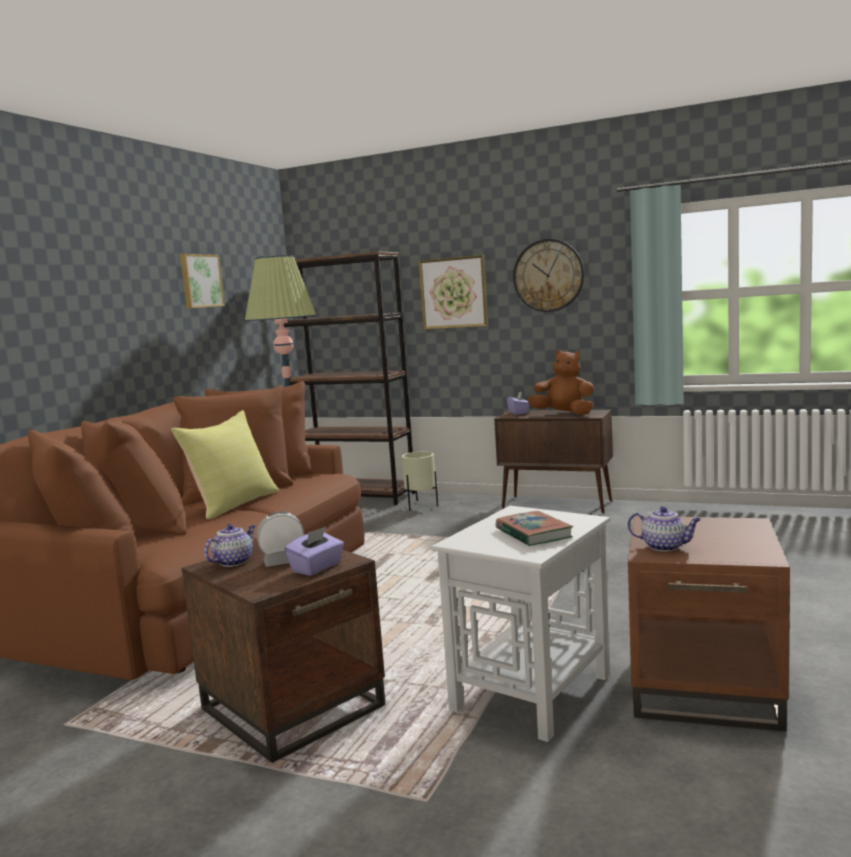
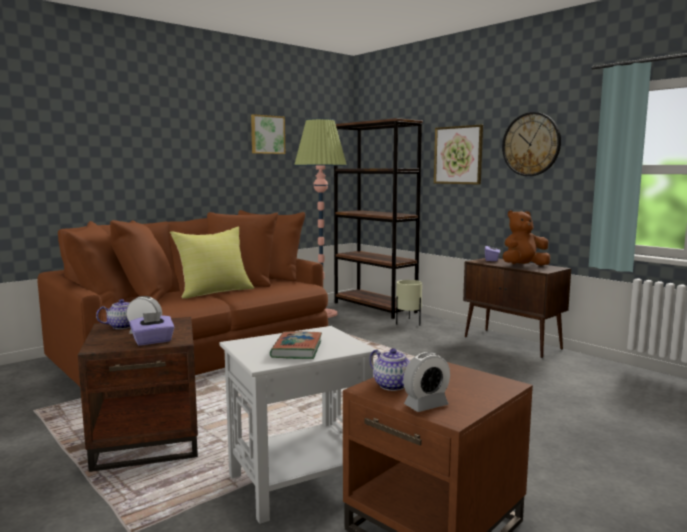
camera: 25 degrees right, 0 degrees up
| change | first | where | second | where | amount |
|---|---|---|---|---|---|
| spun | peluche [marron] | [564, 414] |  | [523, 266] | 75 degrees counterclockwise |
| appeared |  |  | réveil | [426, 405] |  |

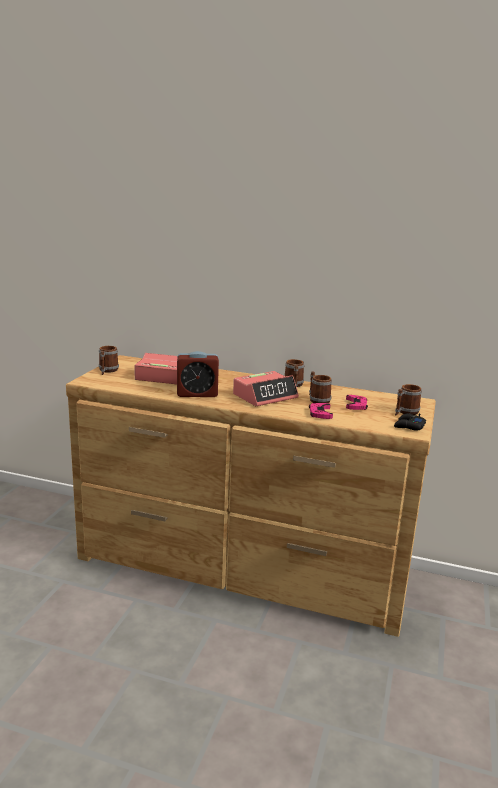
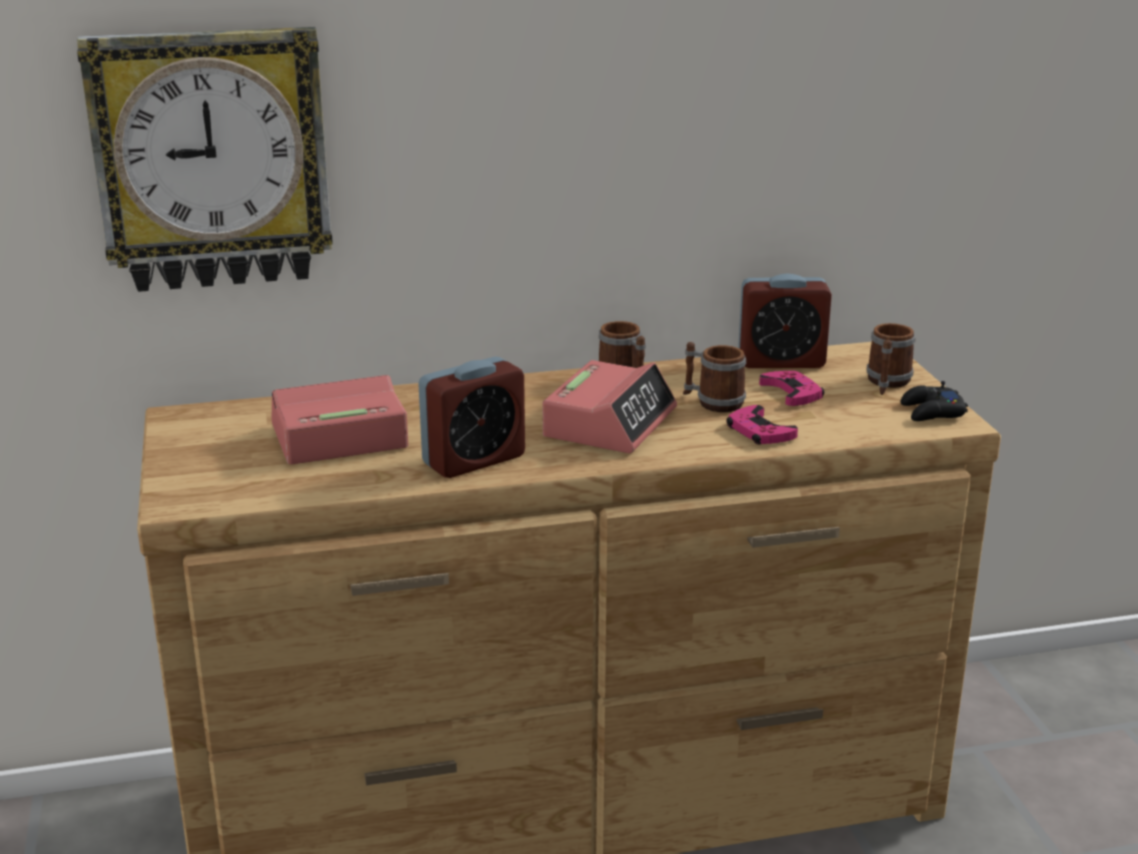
camera: 30 degrees left, 5 degrees up
| change | first | where | second | where | amount |
|---|---|---|---|---|---|
| missing | mug | [107, 371] |  |  |  |
| appeared |  |  | horloge murale | [212, 159] |  |
| appeared |  |  | réveil | [781, 361] |  |

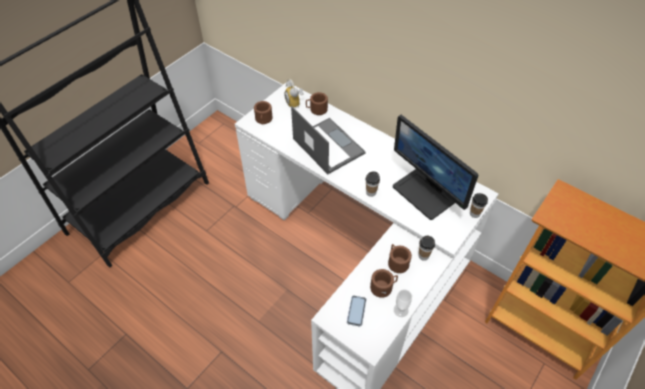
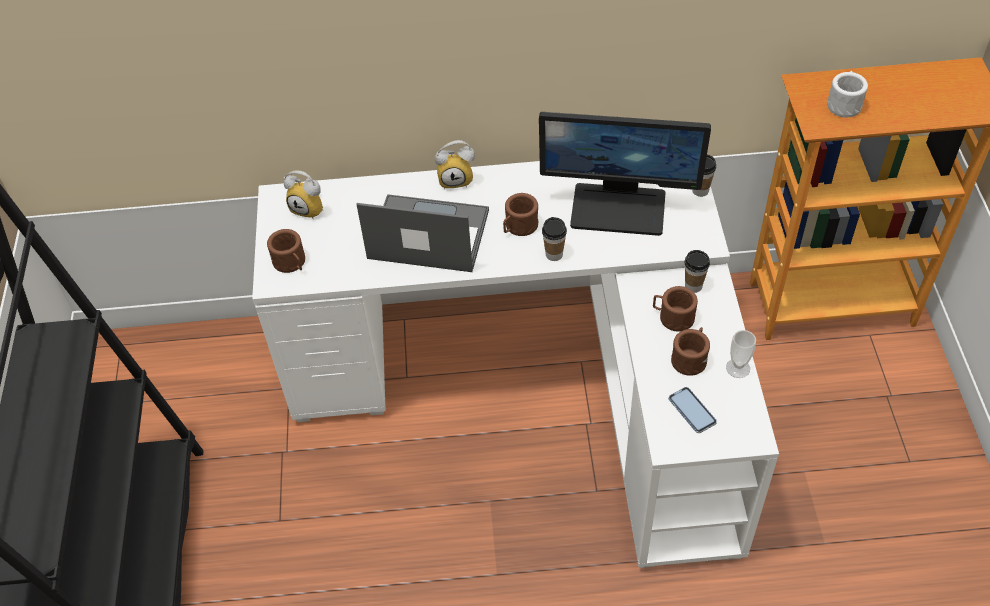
camera: 40 degrees left, 0 degrees up
| change | first | where | second | where | amount |
|---|---|---|---|---|---|
| relocated | mug [marron] | [316, 109] |  | [519, 227] |  |
| appeared |  |  | mug [blanc] | [844, 103] |  |
| appeared |  |  | réveil | [456, 179] |  |

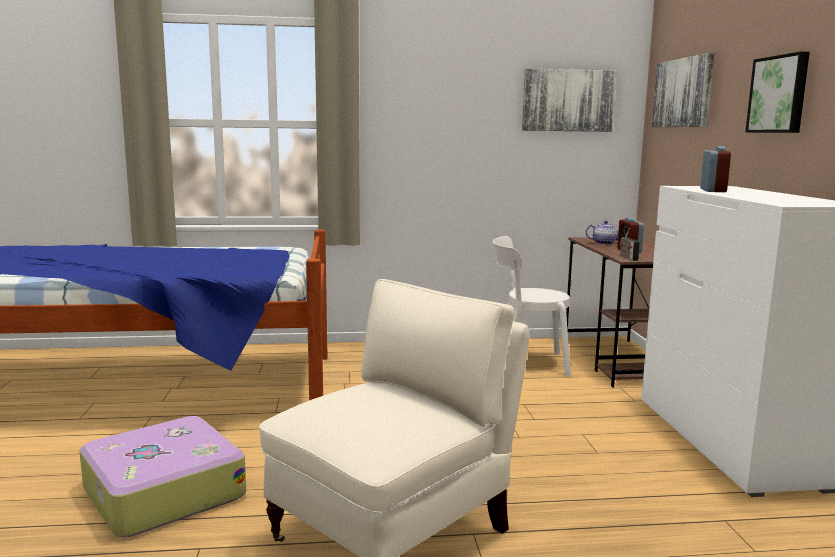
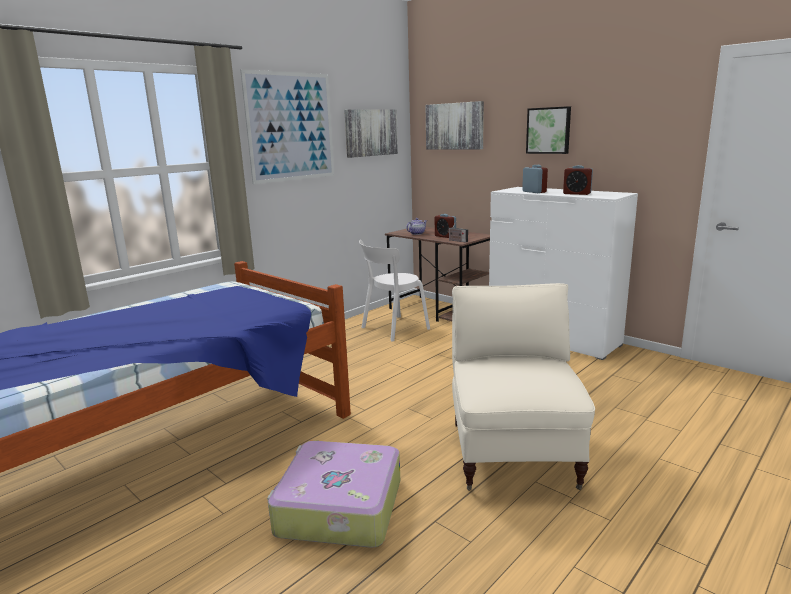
camera: 40 degrees left, 5 degrees up
| change | first | where | second | where | amount |
|---|---|---|---|---|---|
| appeared |  |  | tableau | [291, 127] |  |
| appeared |  |  | réveil | [577, 193] |  |

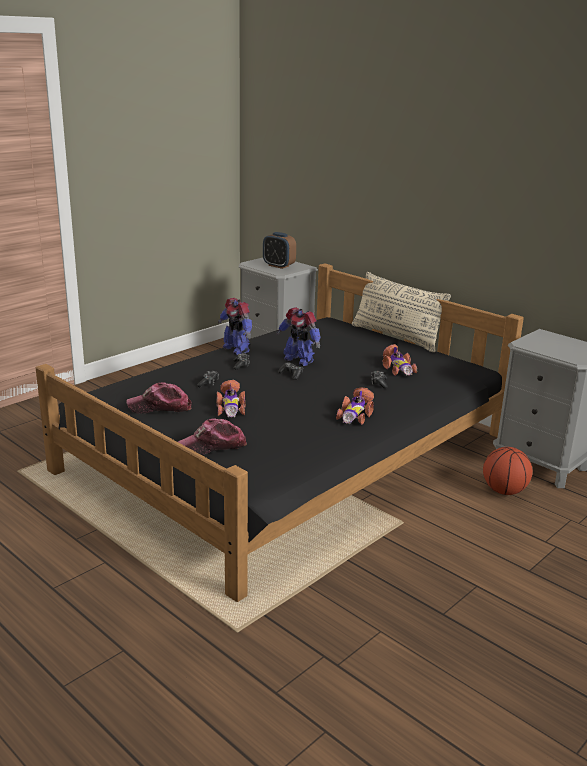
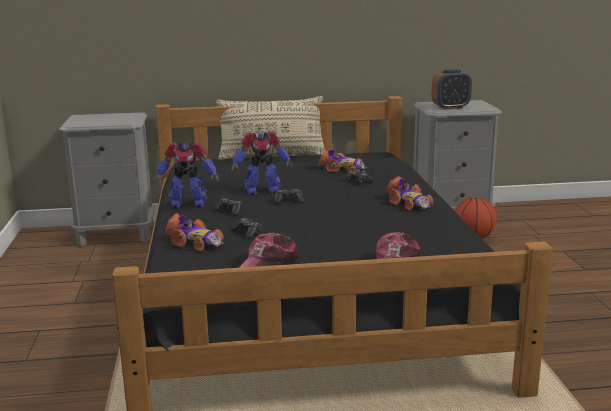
camera: 50 degrees left, 5 degrees down
| change | first | where | second | where | amount |
|---|---|---|---|---|---|
| relocated | réveil | [278, 266] |  | [450, 107] |  |
| relocated | petite voiture | [231, 407] |  | [194, 242] |  |

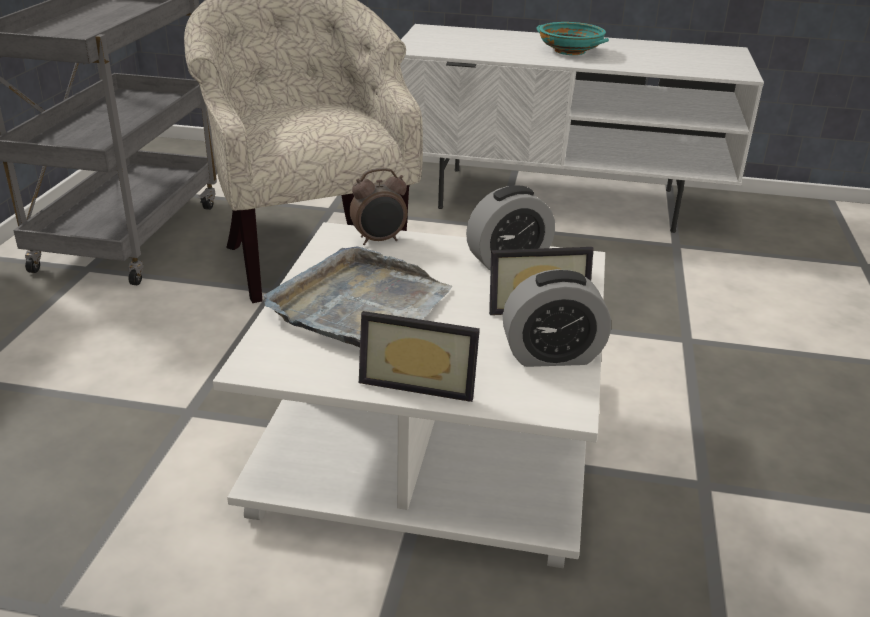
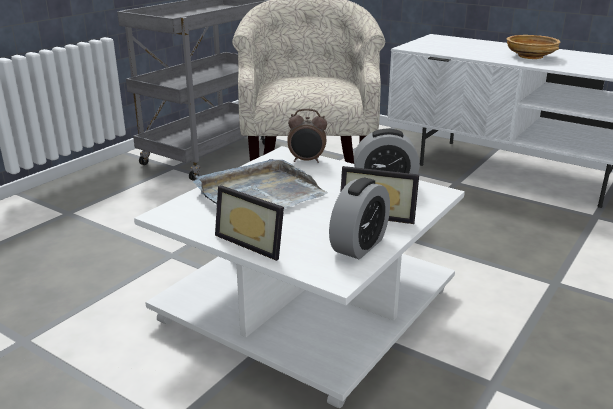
camera: 25 degrees right, 5 degrees down
| change | first | where | second | where | amount |
|---|---|---|---|---|---|
| colour | bol [turquoise] | [570, 51] | bol [beige] | [531, 56] |  |
| spun | réveil | [552, 355] |  | [359, 245] | 75 degrees counterclockwise |

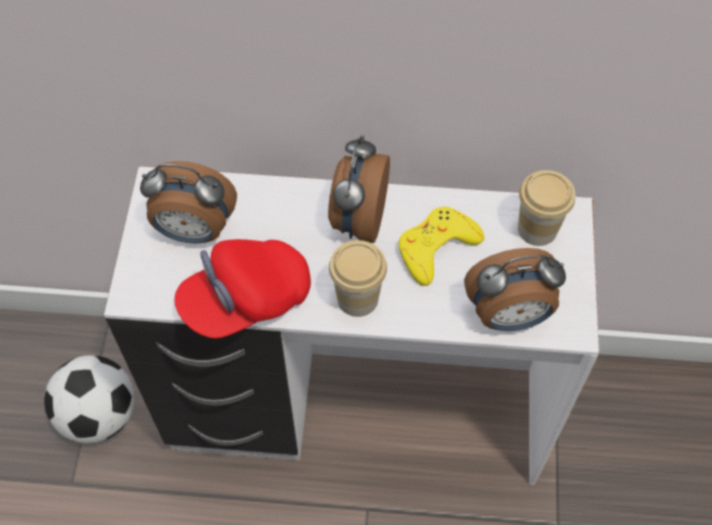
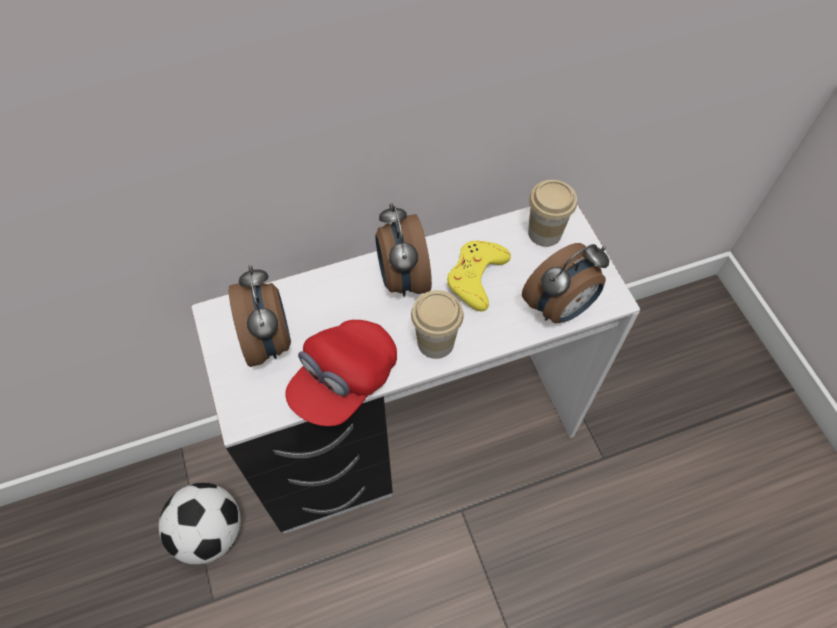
camera: 25 degrees left, 0 degrees up
| change | first | where | second | where | amount |
|---|---|---|---|---|---|
| spun | réveil | [194, 230] |  | [269, 340] | 90 degrees counterclockwise |

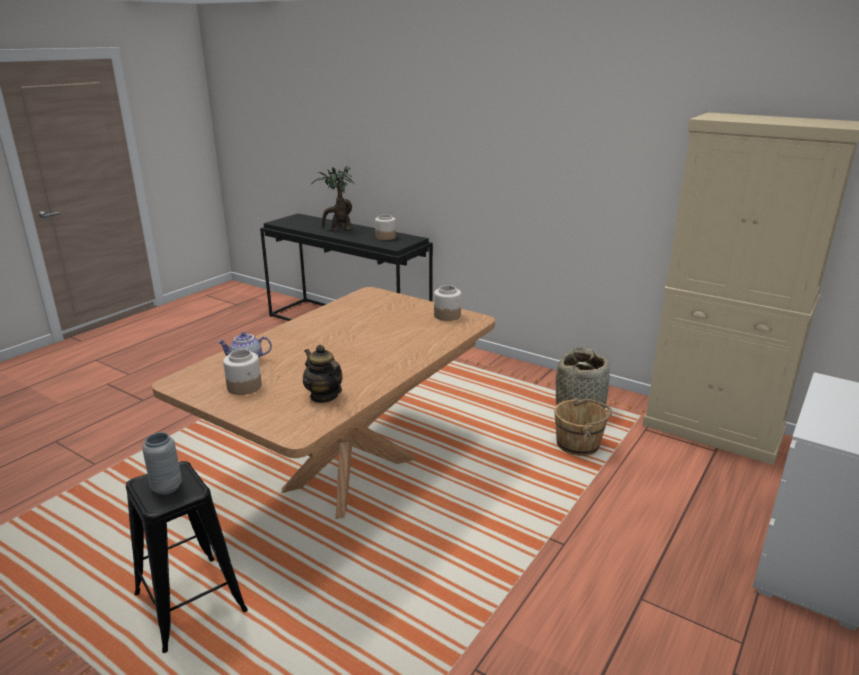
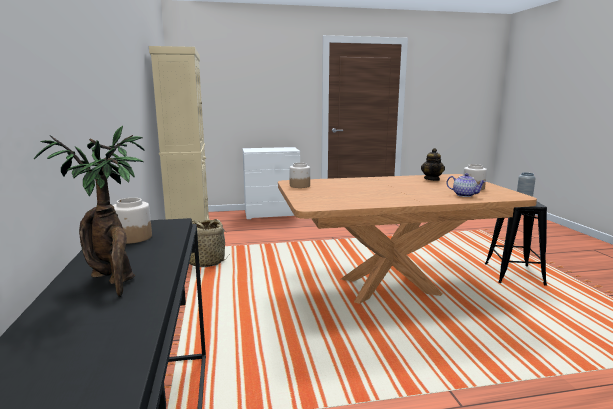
camera: 135 degrees left, 10 degrees down
| change | first | where | second | where | amount |
|---|---|---|---|---|---|
| missing | seau [marron] | [578, 444] |  |  |  |

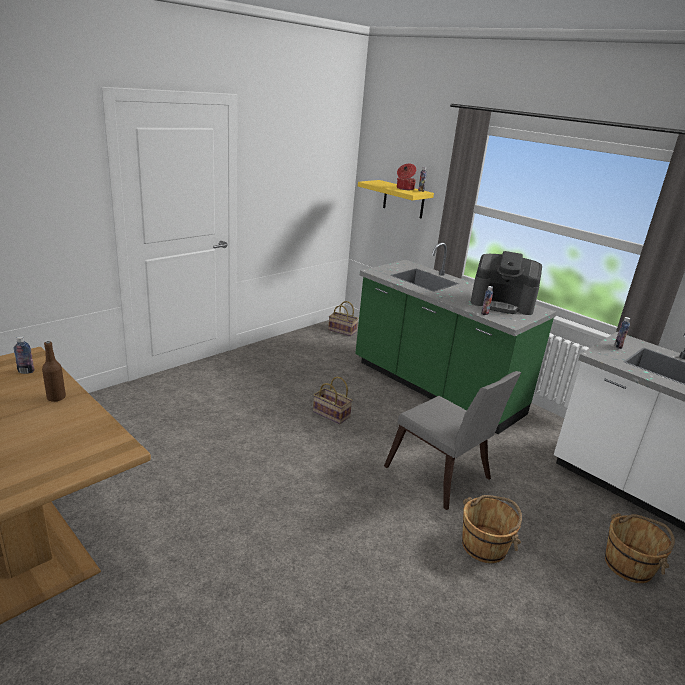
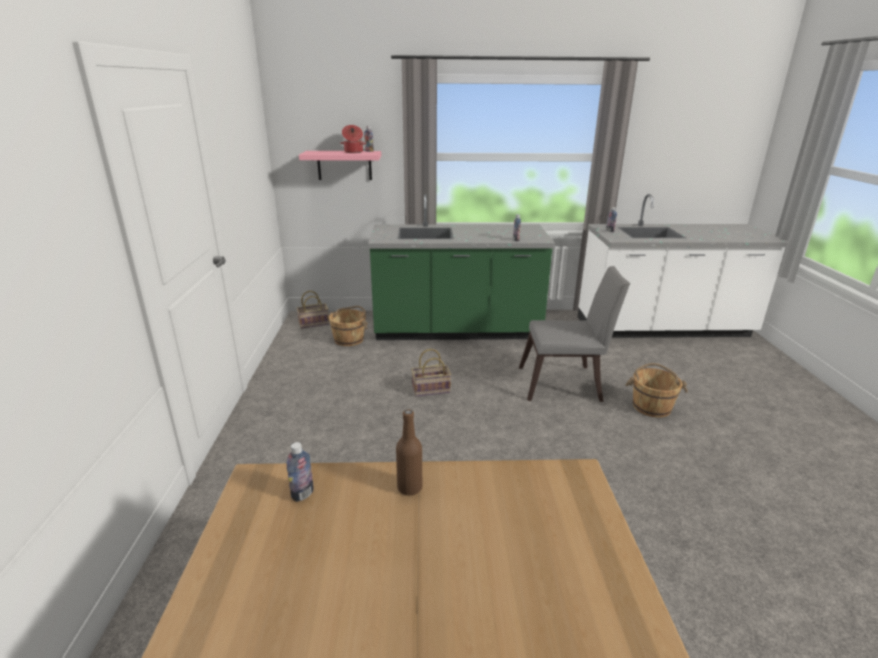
camera: 45 degrees left, 0 degrees up
| change | first | where | second | where | amount |
|---|---|---|---|---|---|
| colour | étagère [jaune] | [403, 199] | étagère [rose] | [344, 165] |  |
| missing | machine à café | [502, 304] |  |  |  |
| relocated | seau [marron] | [629, 565] |  | [349, 339] |  |

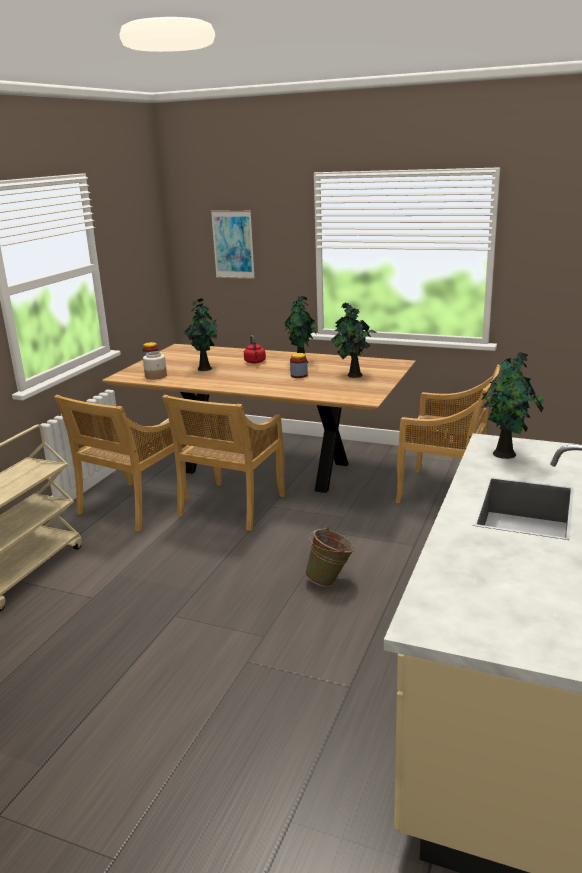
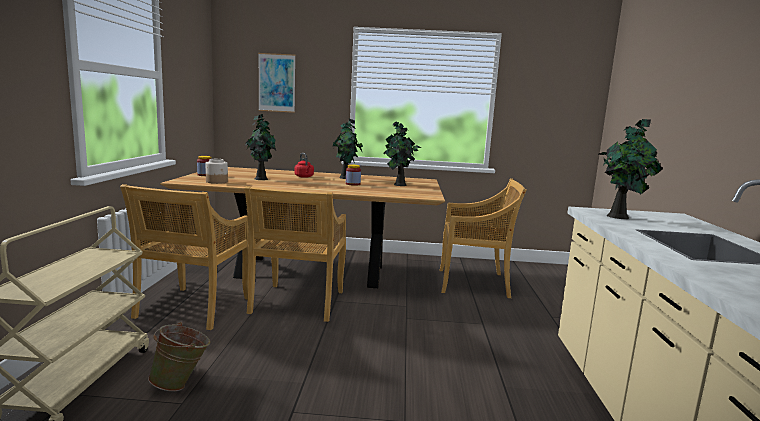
camera: 20 degrees left, 10 degrees down
| change | first | where | second | where | amount |
|---|---|---|---|---|---|
| relocated | seau [vert] | [330, 581] |  | [181, 384] |  |

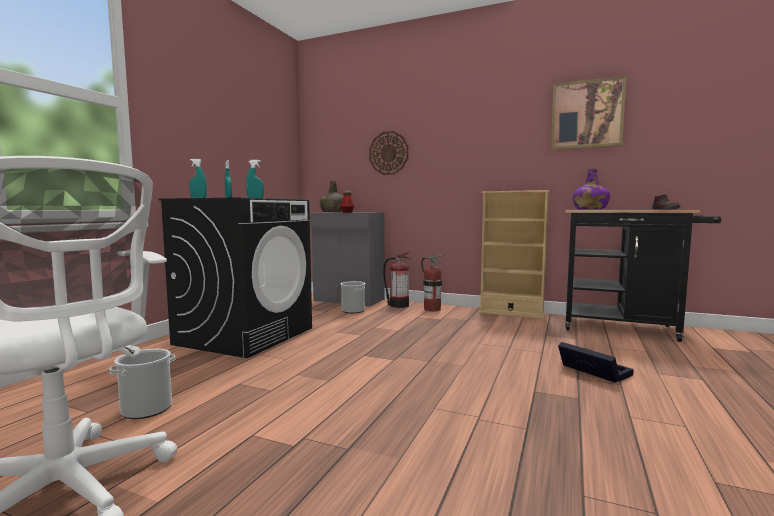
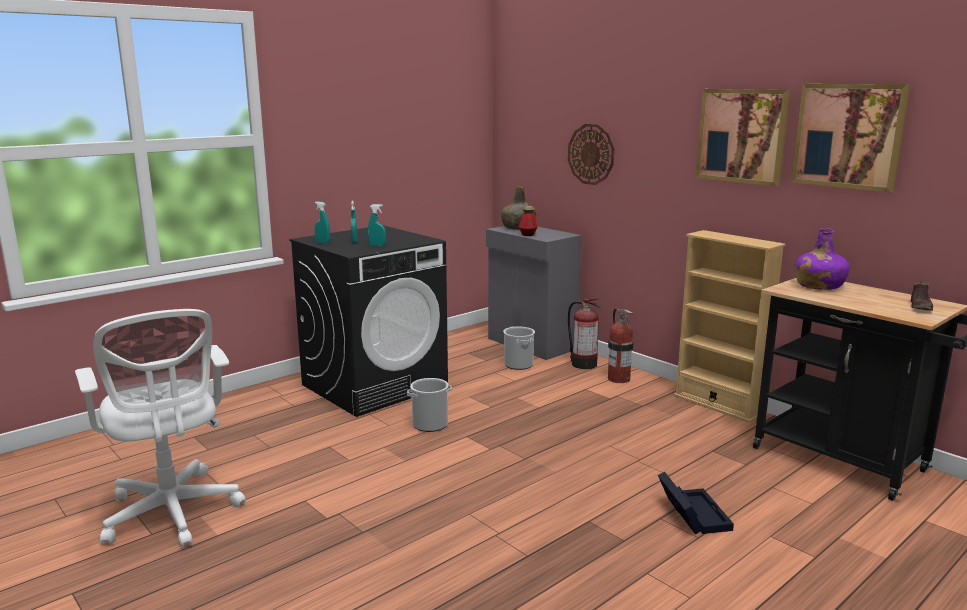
camera: 25 degrees right, 10 degrees up
| change | first | where | second | where | amount |
|---|---|---|---|---|---|
| relocated | seau | [147, 409] |  | [430, 424] |  |
| appeared |  |  | tableau | [742, 136] |  |

